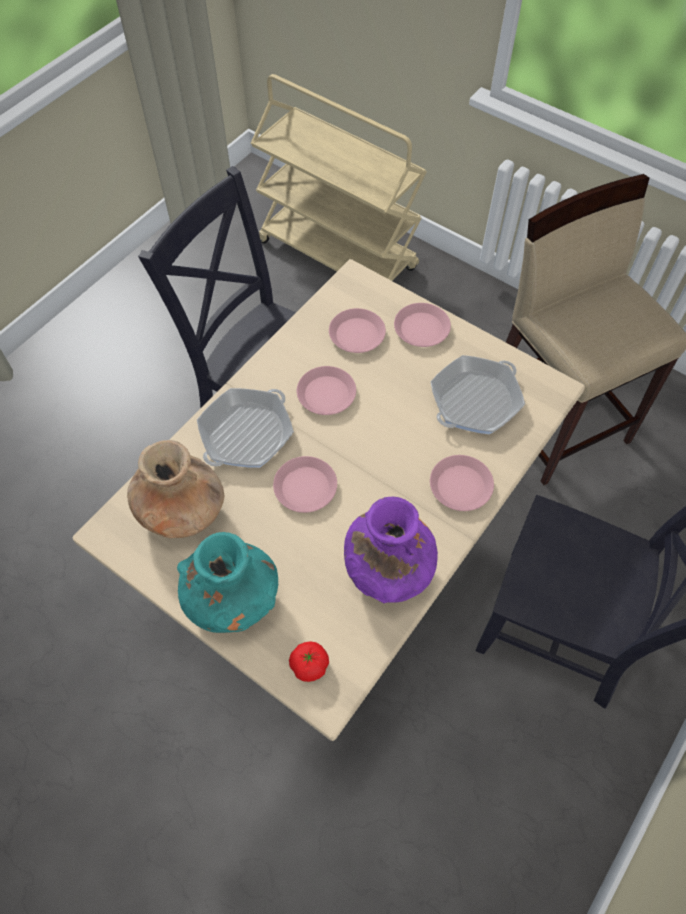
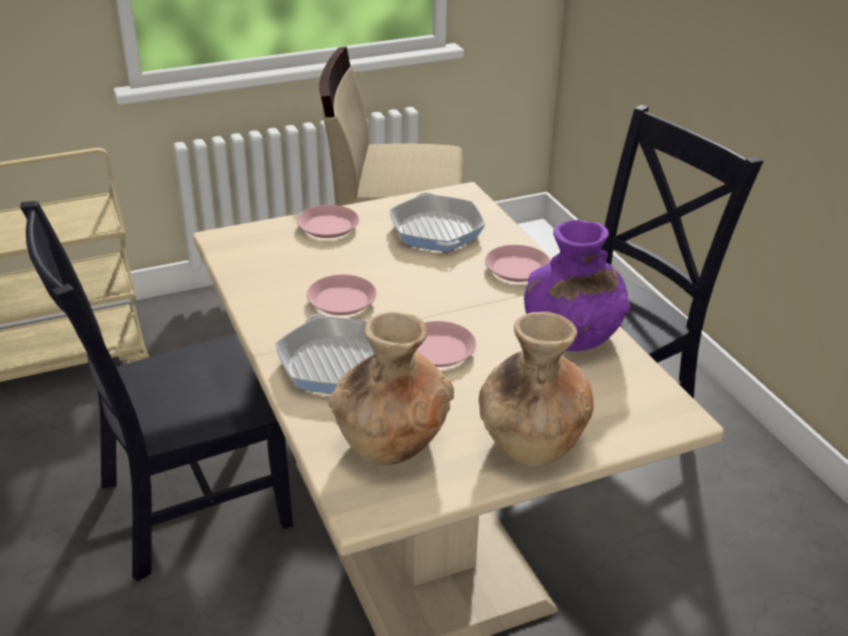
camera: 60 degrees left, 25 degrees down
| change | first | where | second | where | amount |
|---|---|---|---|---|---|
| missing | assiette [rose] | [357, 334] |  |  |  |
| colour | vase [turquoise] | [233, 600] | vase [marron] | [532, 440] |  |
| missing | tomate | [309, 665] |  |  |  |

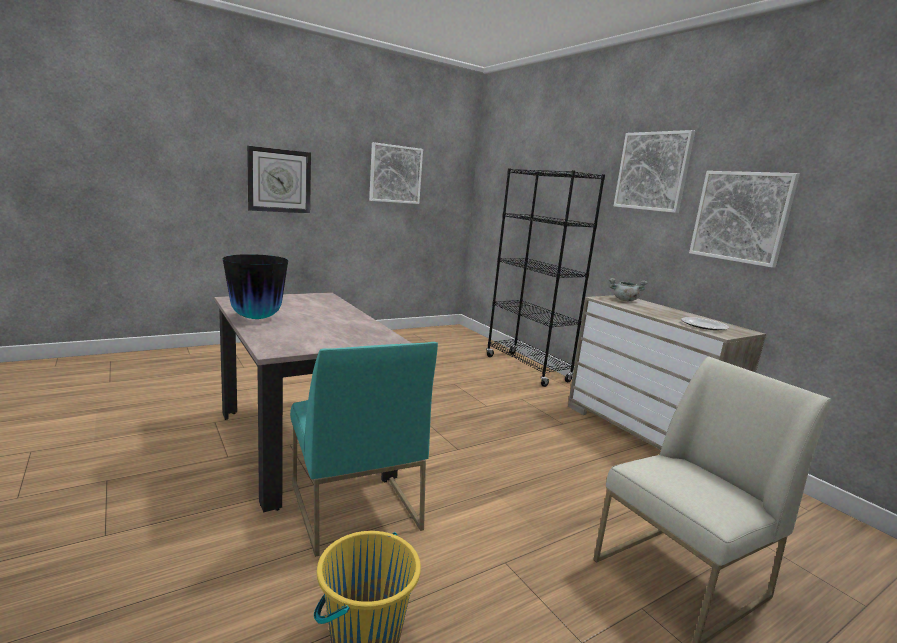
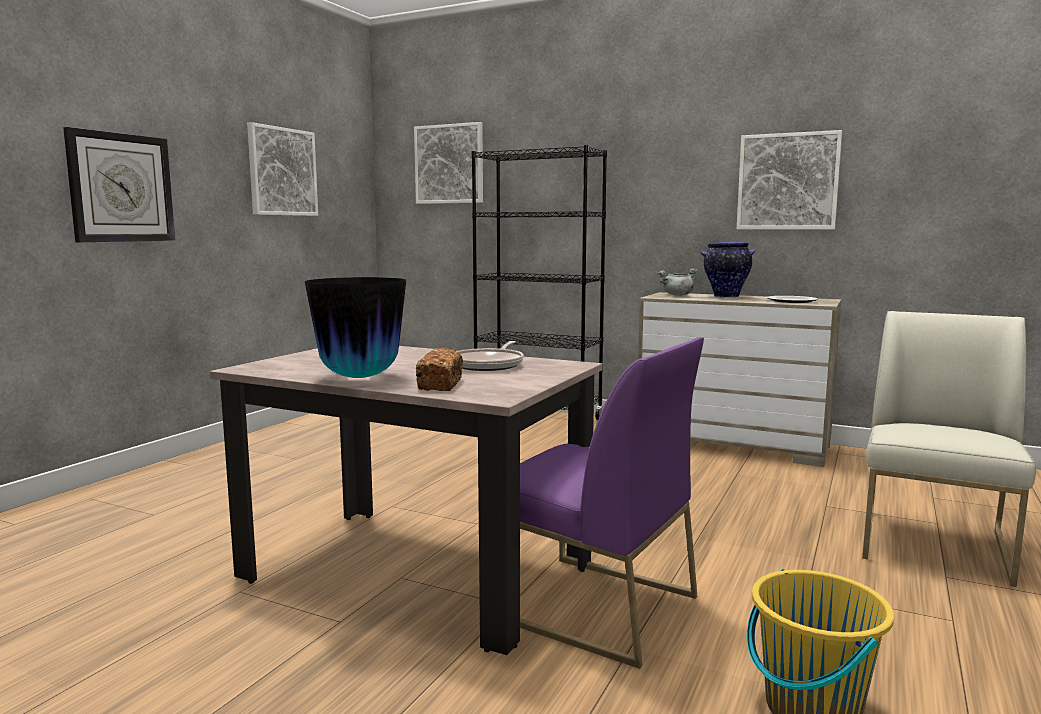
camera: 30 degrees left, 5 degrees down
| change | first | where | second | where | amount |
|---|---|---|---|---|---|
| relocated | tableau | [653, 171] |  | [449, 164] |  |
| colour | chaise [turquoise] | [353, 506] | chaise [violet] | [592, 606] |  |
| appeared |  |  | vase | [725, 296] |  |
| appeared |  |  | poêle | [489, 365] |  |
| appeared |  |  | pain | [440, 384] |  |

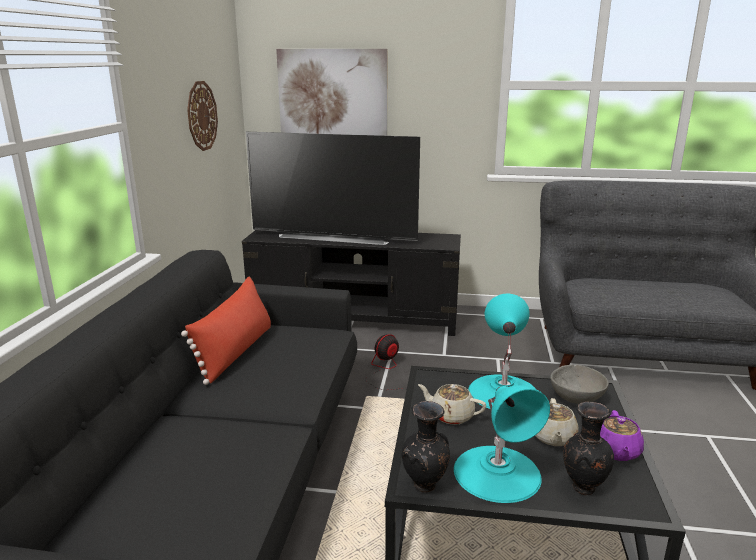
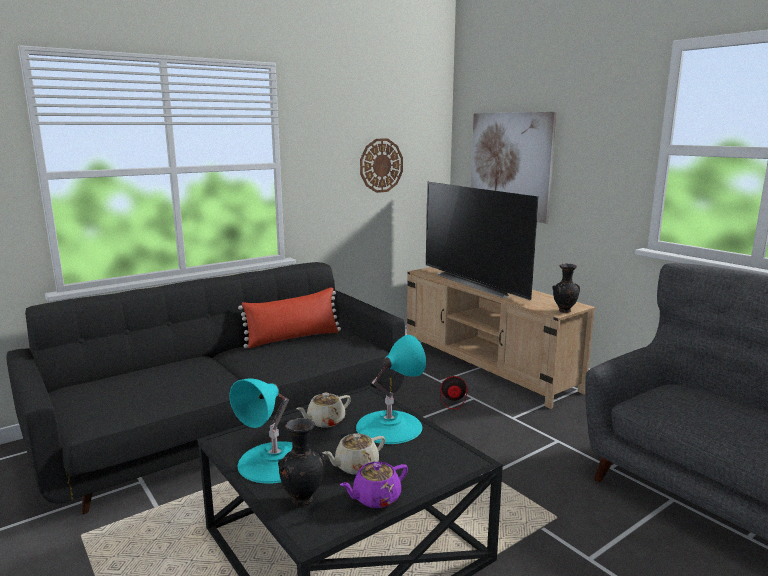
camera: 45 degrees right, 5 degrees down
| change | first | where | second | where | amount |
|---|---|---|---|---|---|
| colour | meuble télé [noir] | [355, 318] | meuble télé [beige] | [487, 365] |  |
| missing | bol [gris] | [576, 399] |  |  |  |
| spun | théière [beige] | [451, 415] |  | [325, 421] | 105 degrees counterclockwise |
| relocated | vase [noir] | [425, 487] |  | [564, 311] |  |

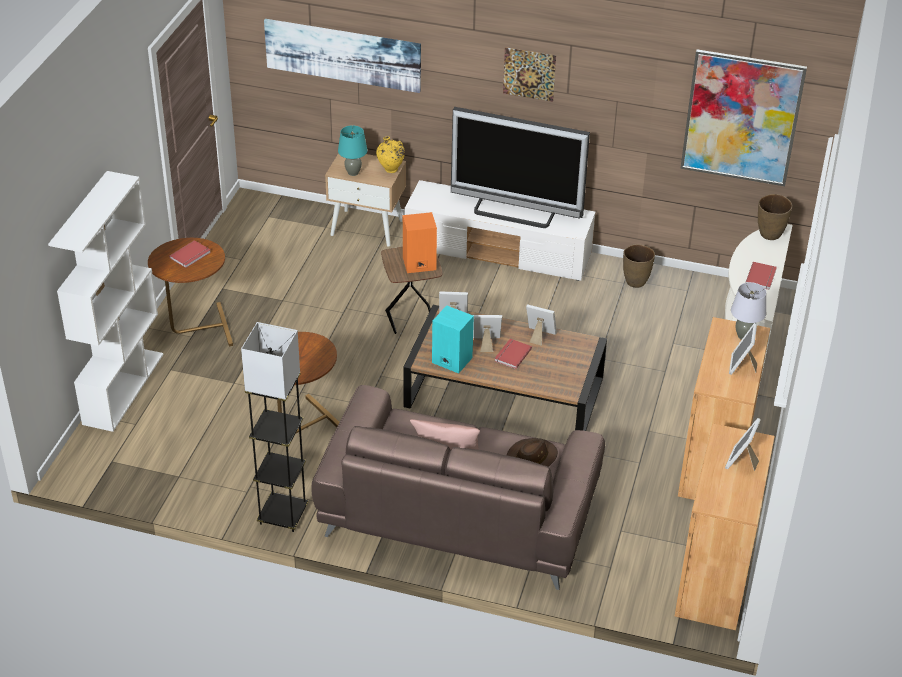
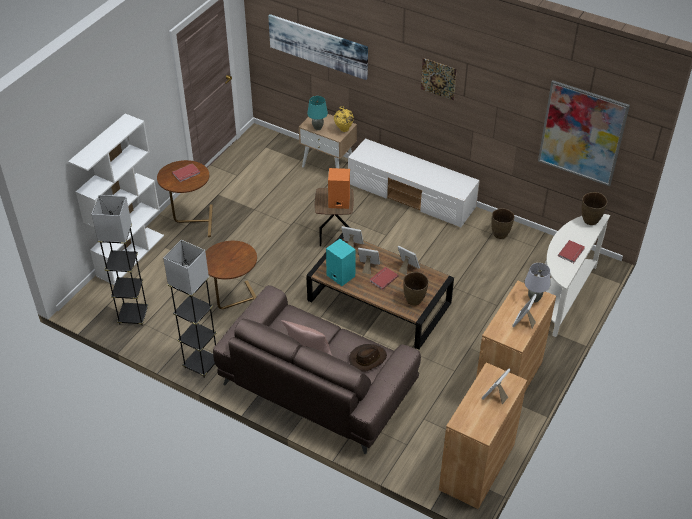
camera: 15 degrees right, 5 degrees up
| change | first | where | second | where | amount |
|---|---|---|---|---|---|
| missing | téléviseur | [514, 212] |  |  |  |
| appeared |  |  | lampadaire [gris] | [133, 316] |  |
| appeared |  |  | vase [marron] | [414, 300] |  |

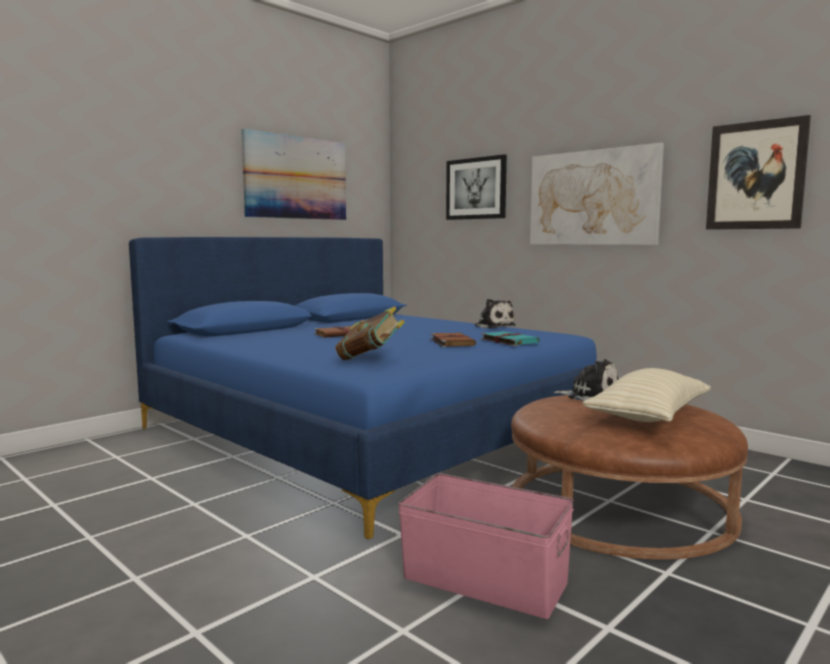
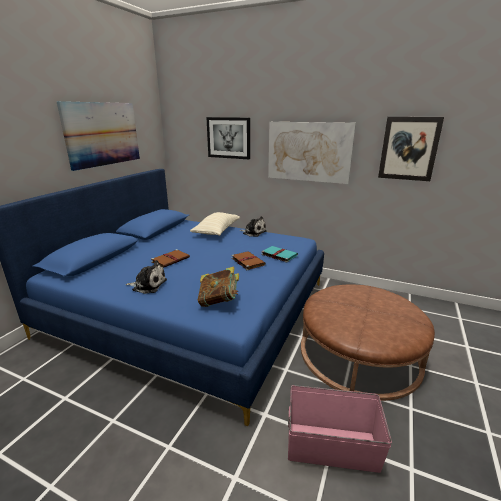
camera: 20 degrees left, 15 degrees up
| change | first | where | second | where | amount |
|---|---|---|---|---|---|
| relocated | peluche | [590, 396] |  | [148, 285] |  |
| relocated | coussin [beige] | [648, 417] |  | [216, 231] |  |

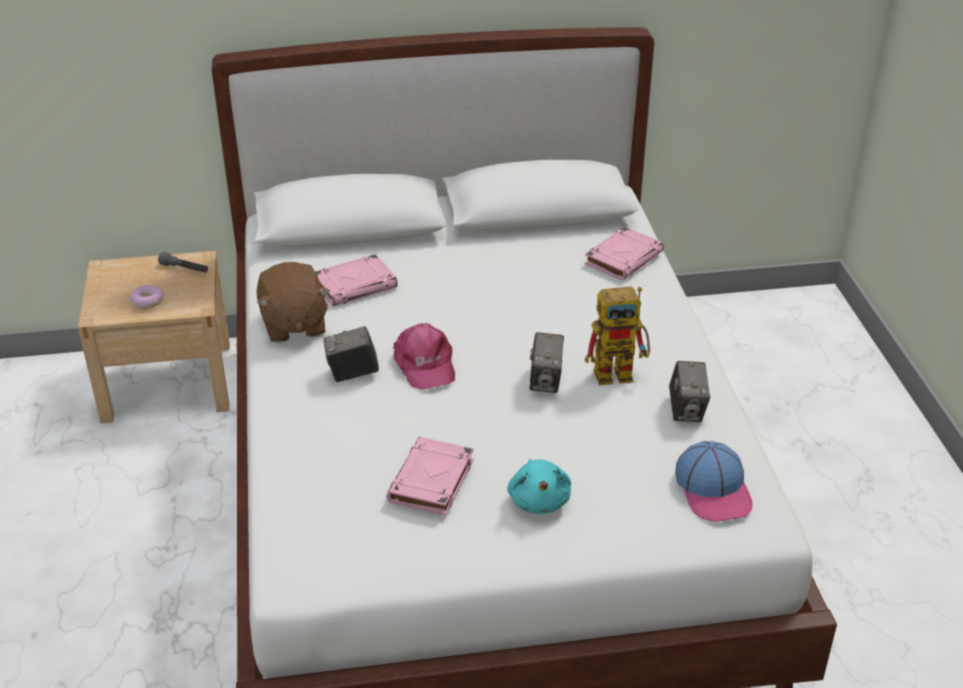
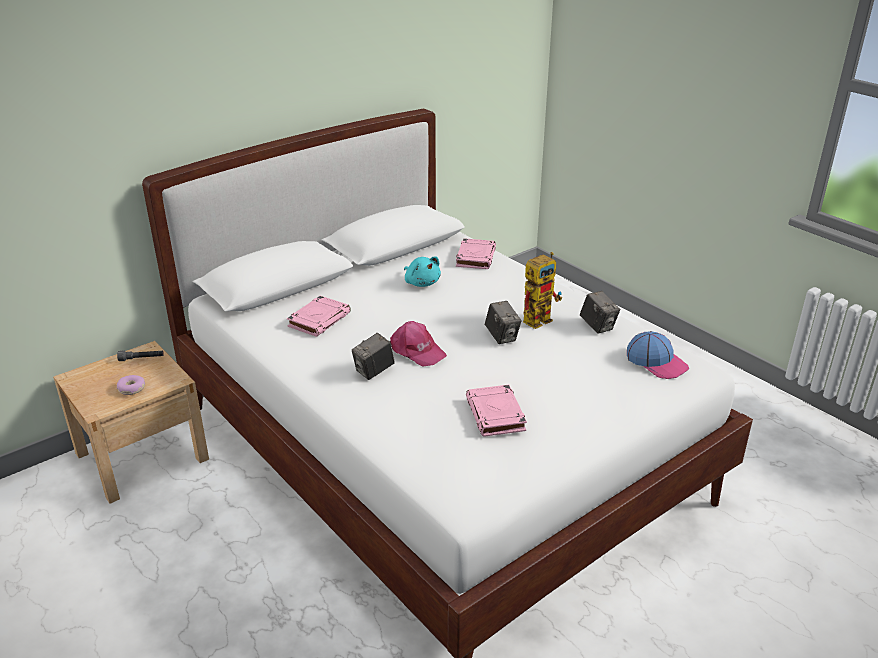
camera: 30 degrees left, 5 degrees down
| change | first | where | second | where | amount |
|---|---|---|---|---|---|
| missing | peluche [marron] | [293, 325] |  |  |  |
| relocated | peluche [turquoise] | [539, 500] |  | [421, 283] |  |

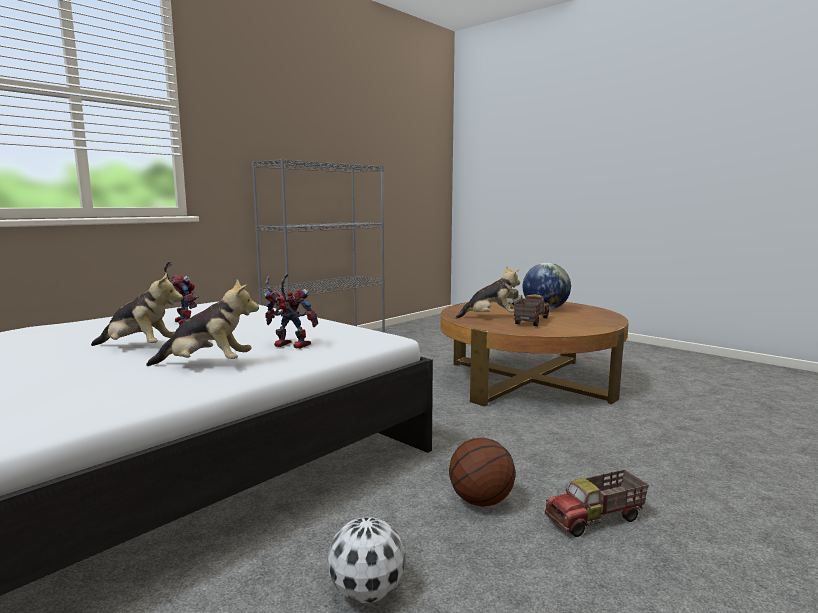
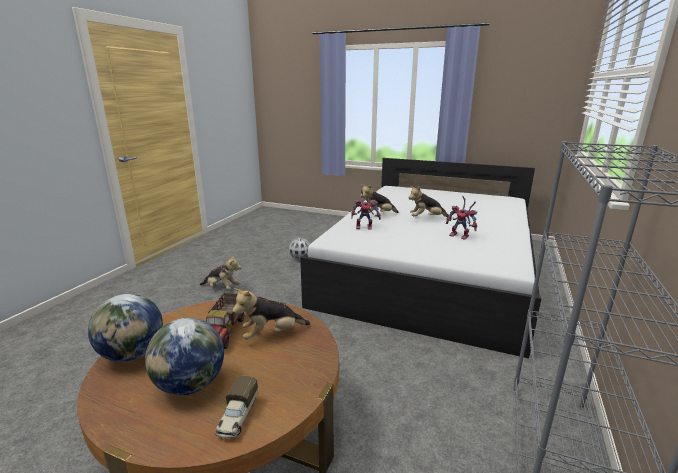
camera: 160 degrees right, 10 degrees up
| change | first | where | second | where | amount |
|---|---|---|---|---|---|
| missing | ballon de basket | [480, 501] |  |  |  |
| exchanged | camion jouet | [596, 519] | peluche | [221, 288] |  |
| appeared |  |  | globe | [133, 354] |  |

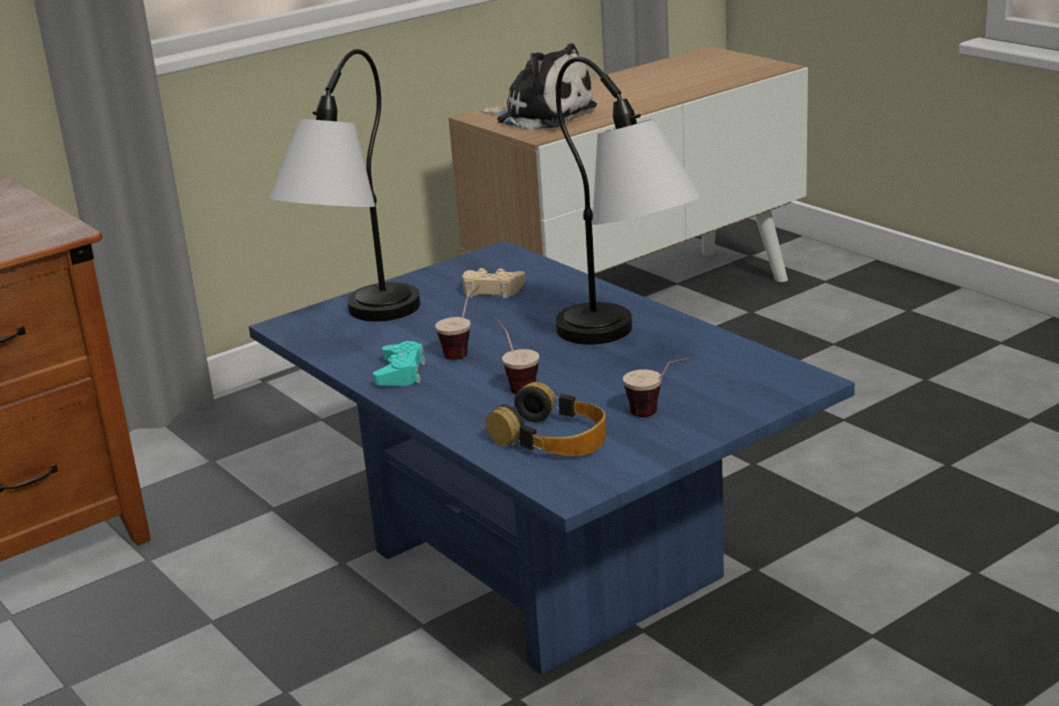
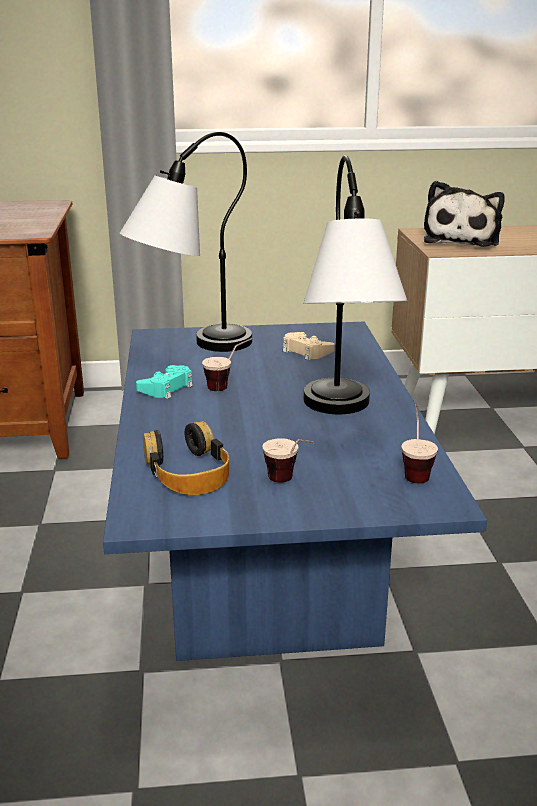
camera: 30 degrees right, 0 degrees up
| change | first | where | second | where | amount |
|---|---|---|---|---|---|
| spun | peluche | [542, 115] |  | [462, 240] | 45 degrees clockwise |
| relocated | tasse | [515, 384] |  | [415, 471] |  |

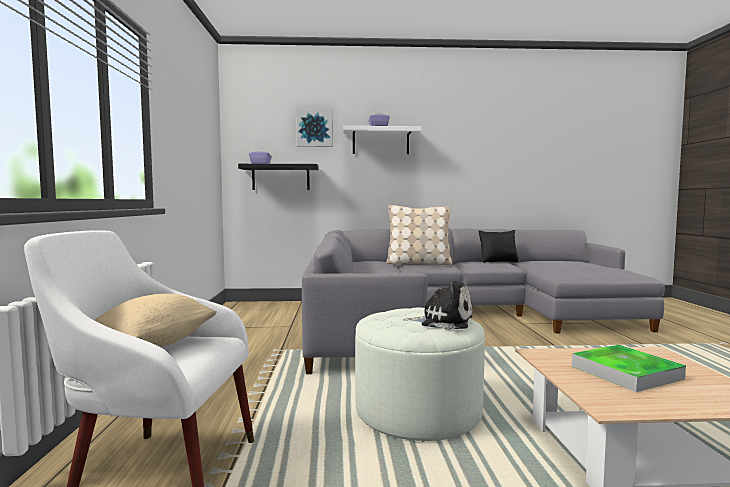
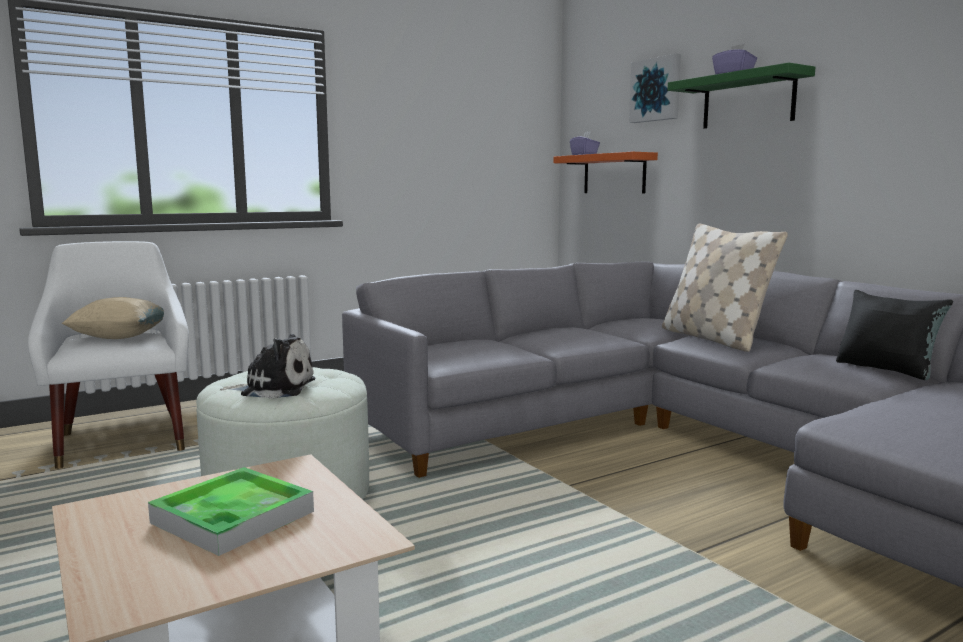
camera: 60 degrees right, 5 degrees up
| change | first | where | second | where | amount |
|---|---|---|---|---|---|
| colour | étagère [blanc] | [380, 141] | étagère [vert] | [748, 100] |  |
| colour | étagère [noir] | [281, 177] | étagère [orange] | [614, 174] |  |
| spun | peluche | [443, 322] |  | [274, 388] | 75 degrees counterclockwise |

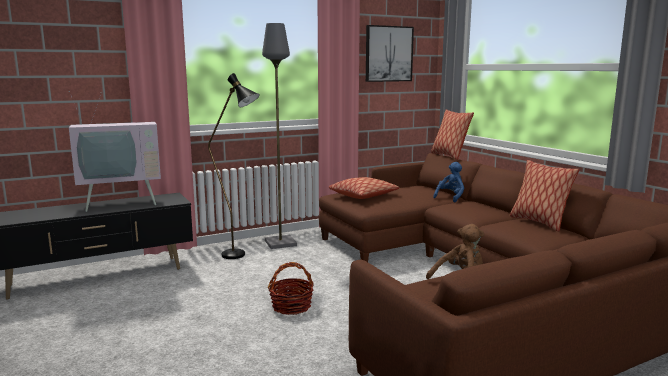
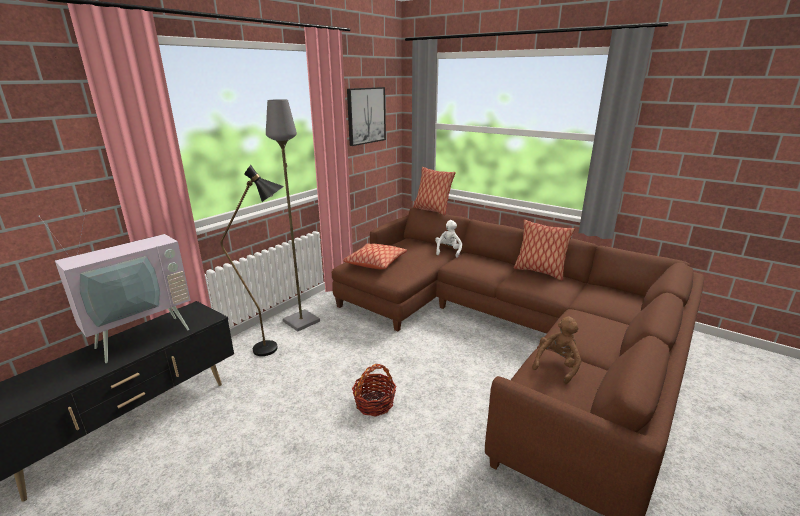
camera: 25 degrees left, 10 degrees up
| change | first | where | second | where | amount |
|---|---|---|---|---|---|
| colour | peluche [bleu] | [450, 197] | peluche [blanc] | [448, 251] |  |

